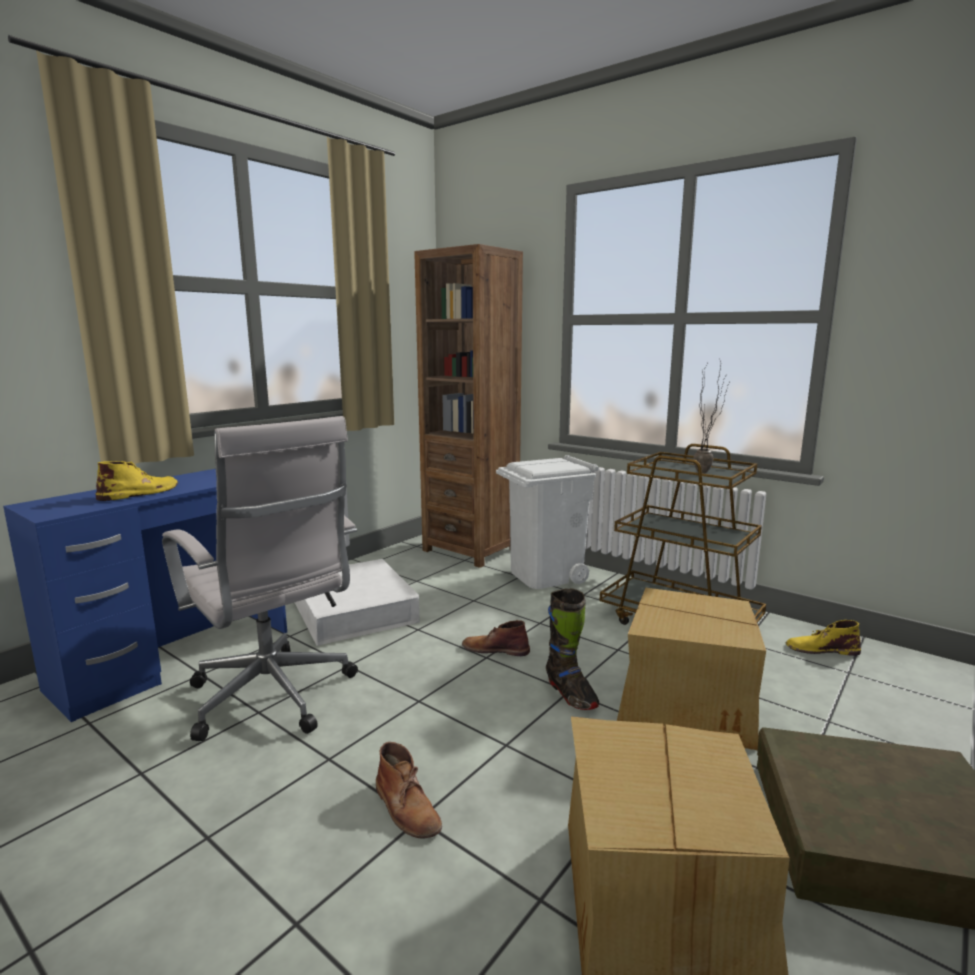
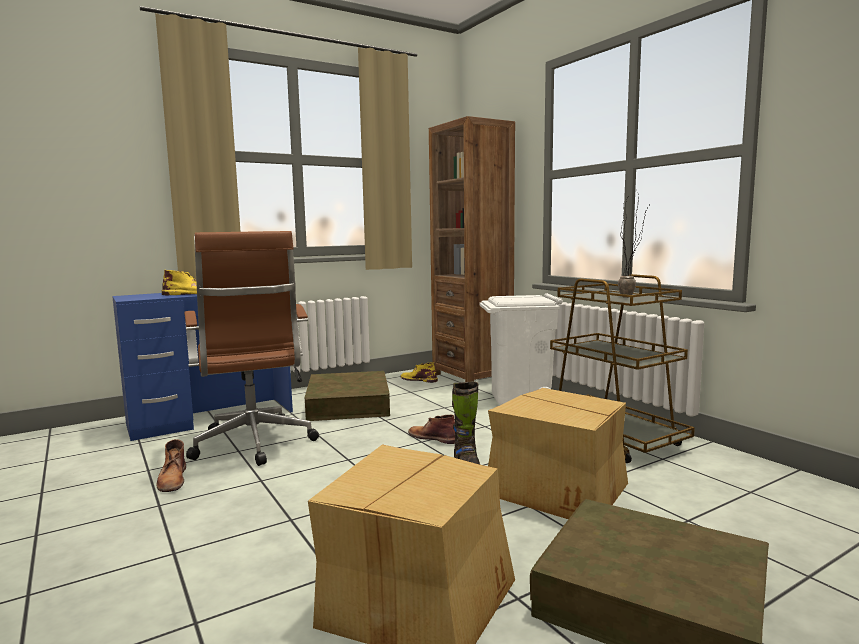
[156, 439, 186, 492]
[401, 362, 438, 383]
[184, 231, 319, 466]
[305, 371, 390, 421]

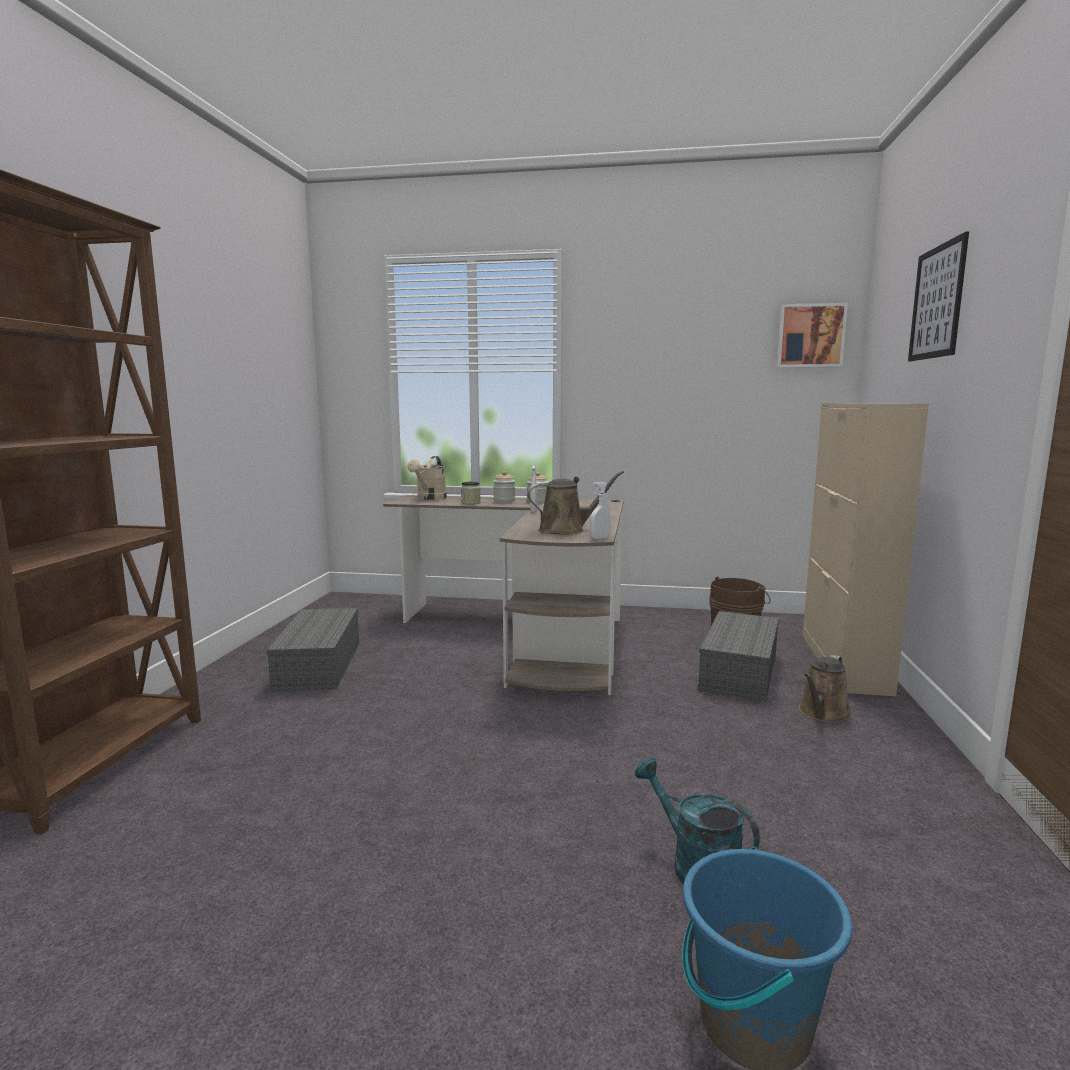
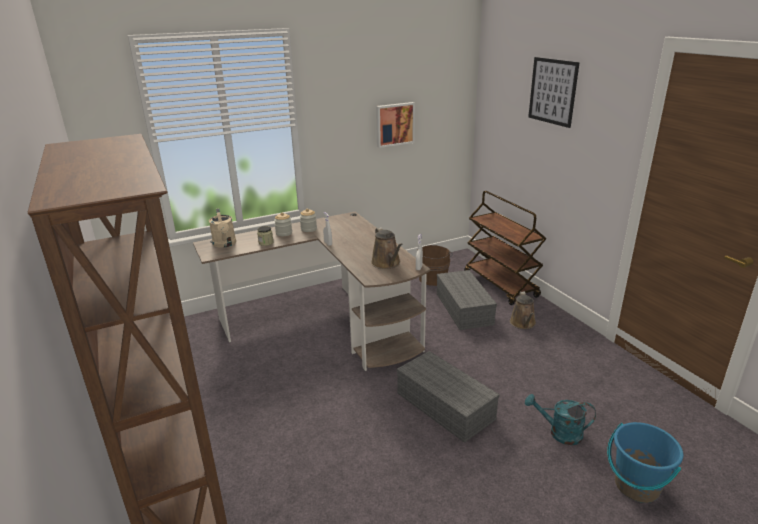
[396, 351, 500, 443]
[376, 102, 415, 148]
[464, 191, 547, 305]
[371, 227, 403, 269]

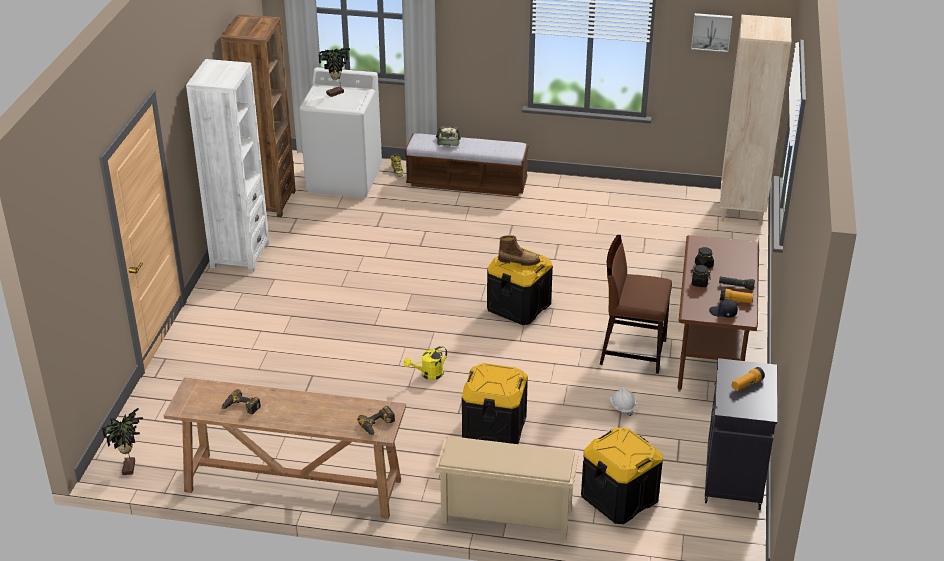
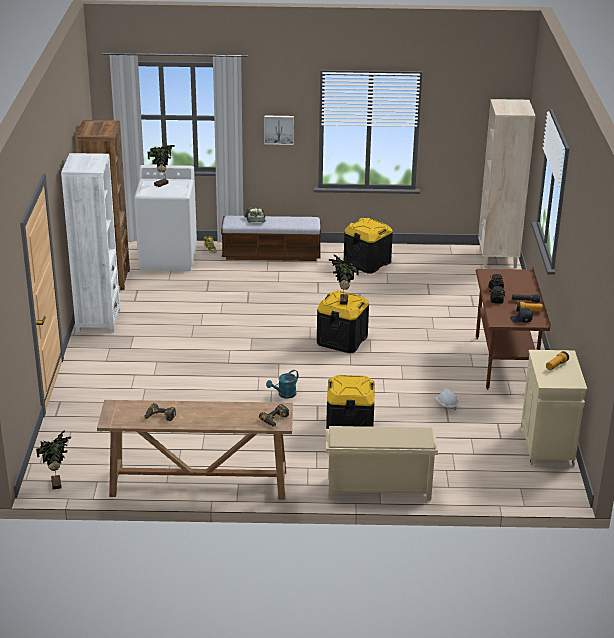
[599, 235, 672, 374] (first image)
[344, 218, 393, 273]
[264, 116, 294, 145]
[329, 255, 359, 305]
[266, 370, 299, 399]
[521, 350, 587, 466]

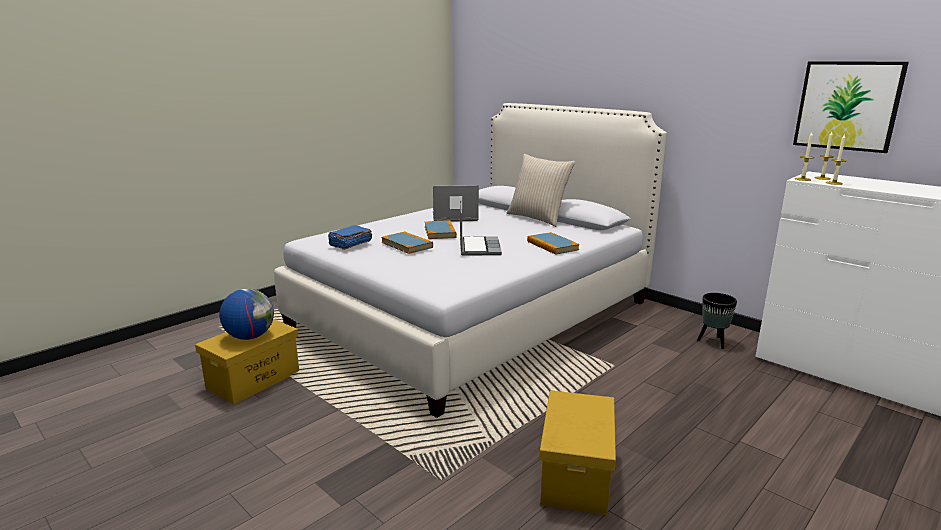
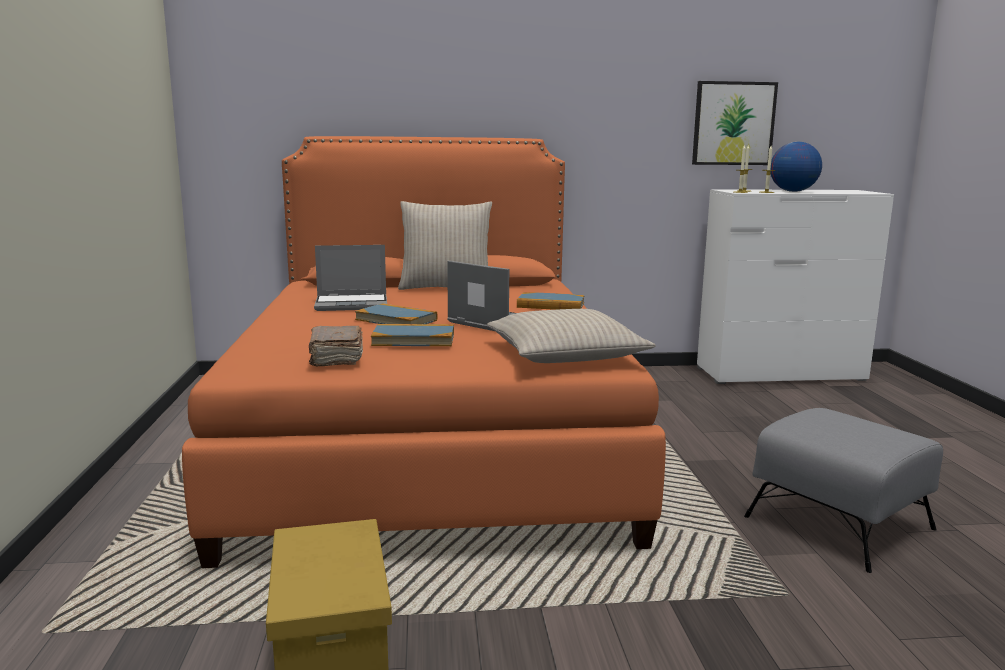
[697, 293, 737, 349] (first image)
[487, 309, 656, 363]
[770, 142, 822, 192]
[744, 408, 943, 573]
[182, 136, 666, 568]
[309, 326, 363, 367]
[314, 245, 387, 311]

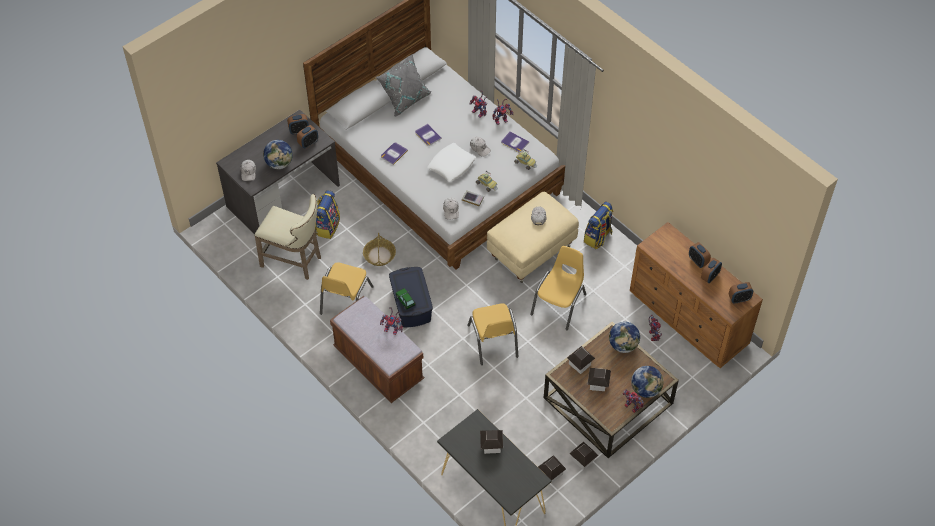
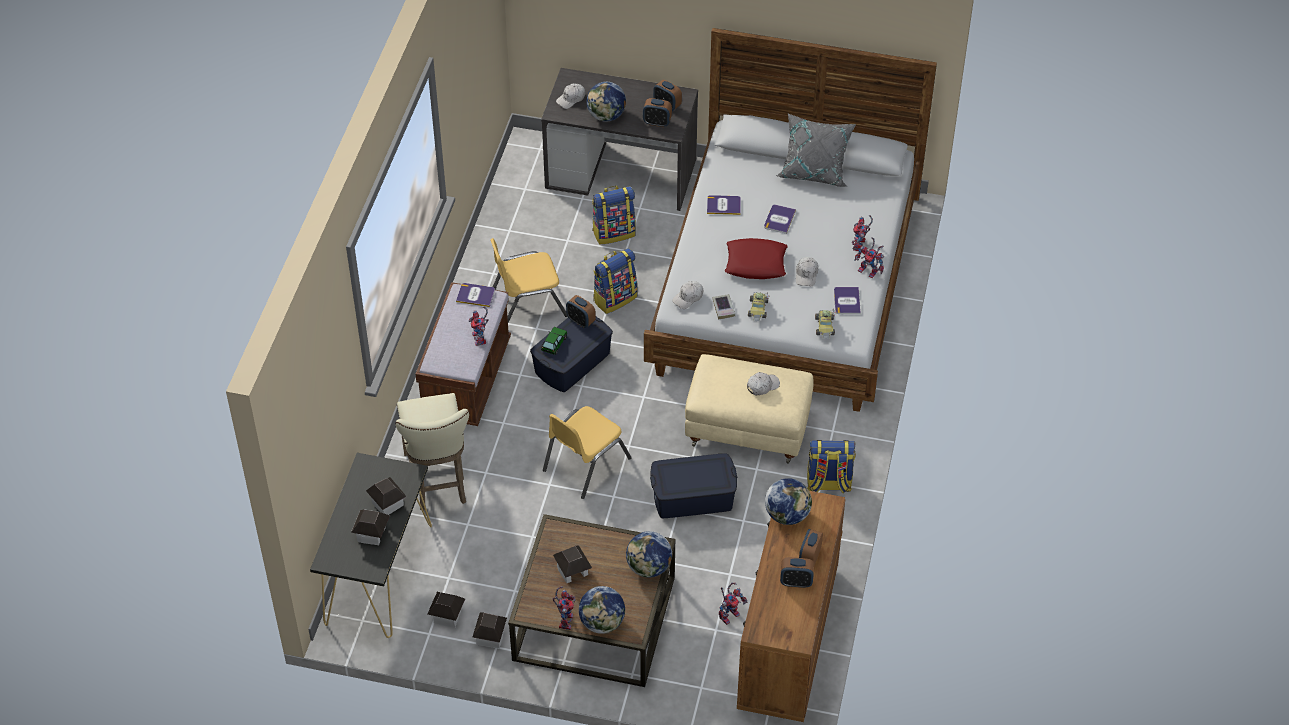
[456, 283, 495, 307]
[765, 478, 812, 525]
[395, 393, 469, 510]
[351, 509, 390, 545]
[566, 295, 596, 328]
[593, 248, 638, 314]
[650, 453, 737, 518]
[725, 238, 788, 279]

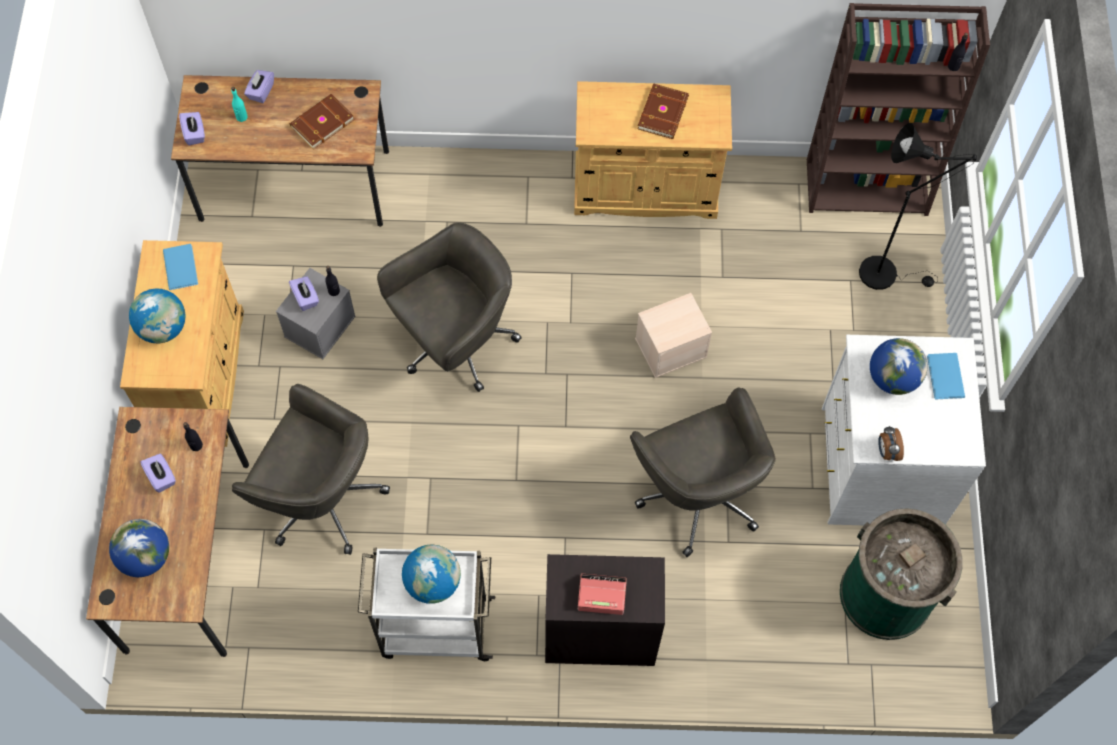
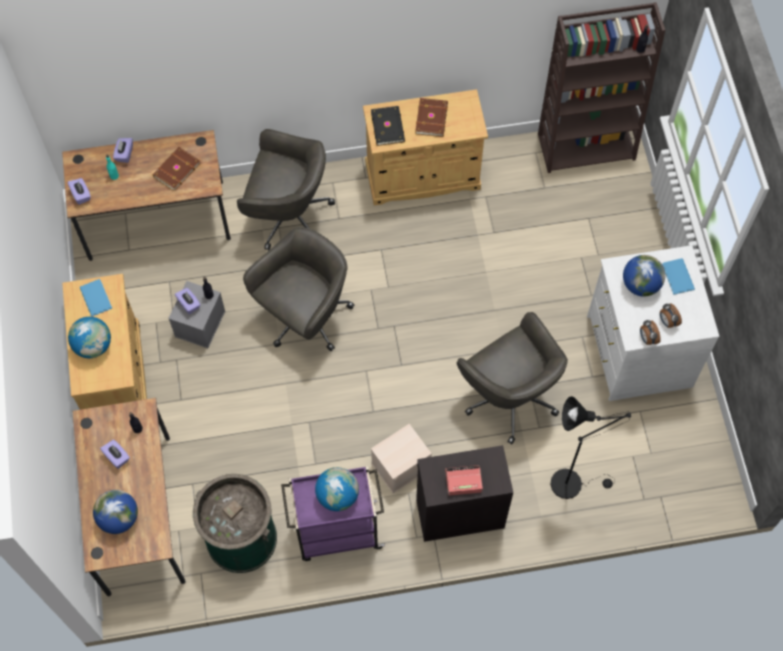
[371, 106, 405, 146]
[660, 303, 682, 328]
[237, 129, 335, 250]
[371, 424, 432, 494]
[193, 474, 277, 573]
[550, 396, 631, 499]
[281, 466, 385, 561]

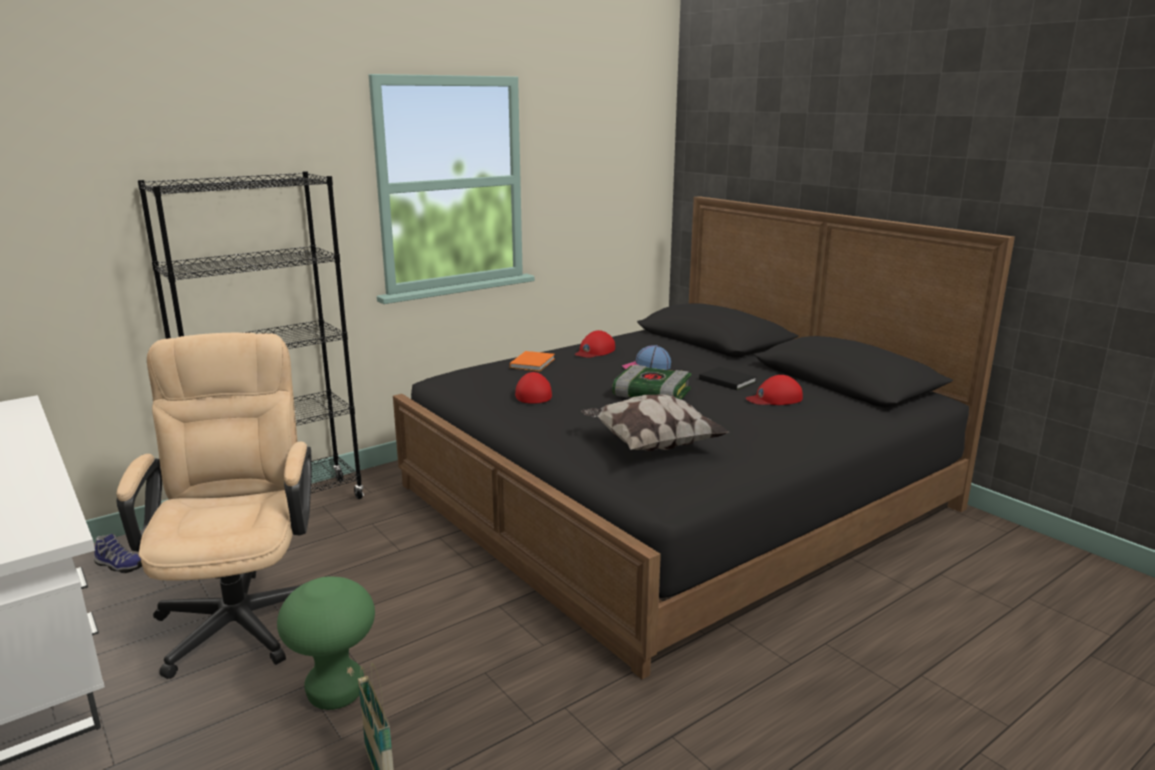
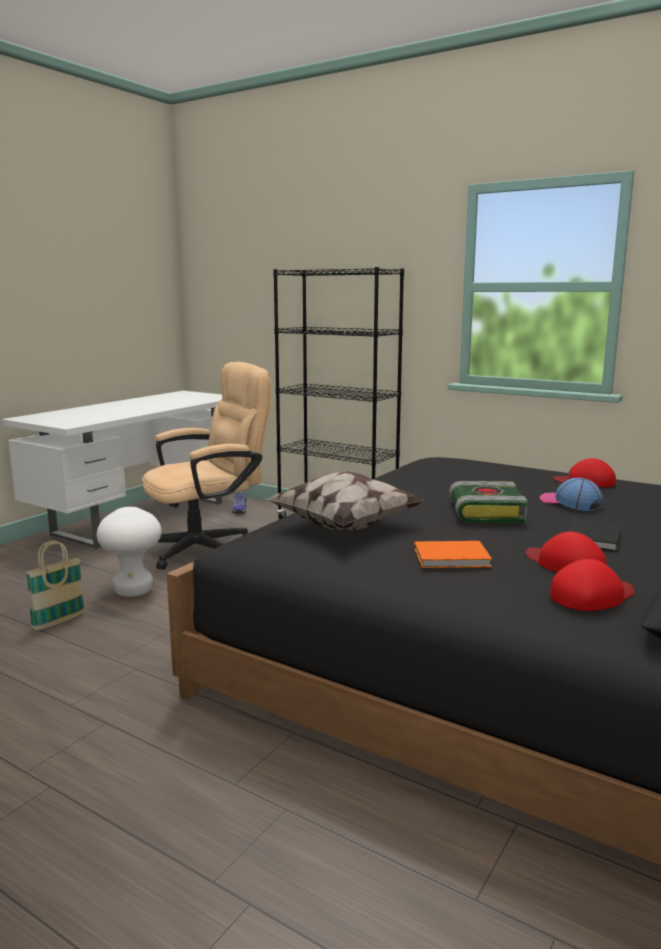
[414, 541, 492, 568]
[550, 559, 635, 611]
[97, 507, 162, 597]

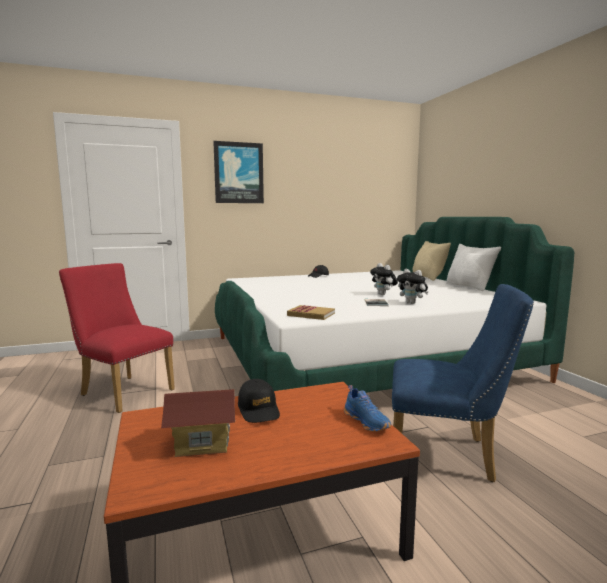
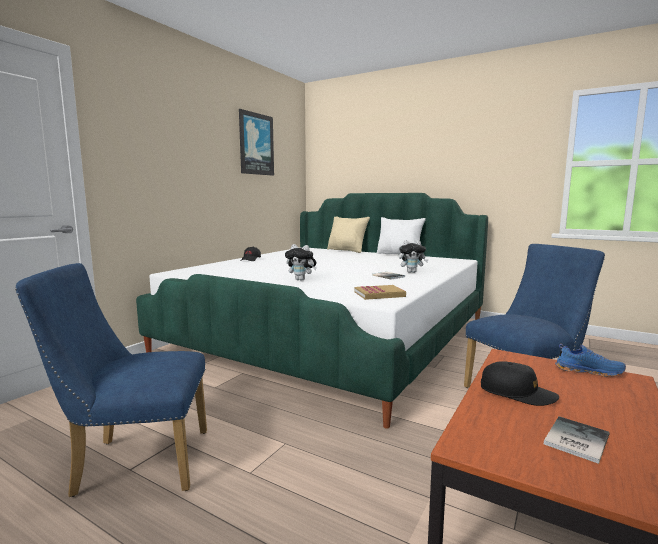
[239, 109, 274, 176]
[285, 244, 317, 281]
[544, 416, 609, 464]
[15, 263, 207, 497]

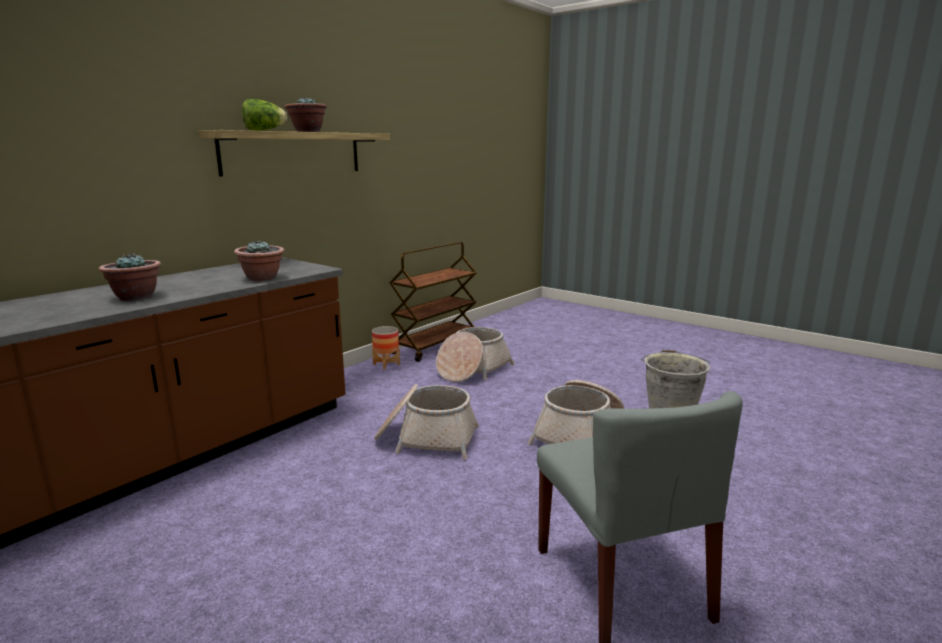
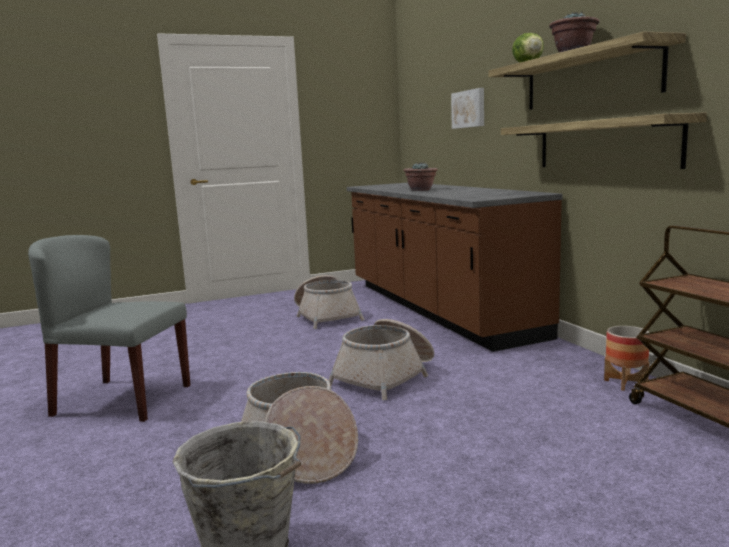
[234, 240, 285, 281] (first image)
[451, 88, 484, 129]
[501, 112, 707, 169]
[294, 275, 365, 329]

